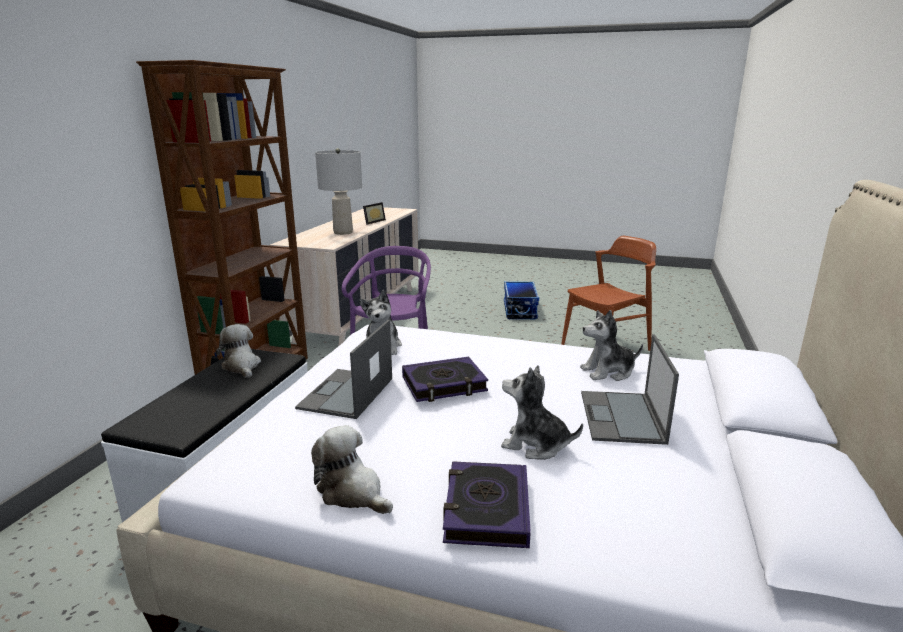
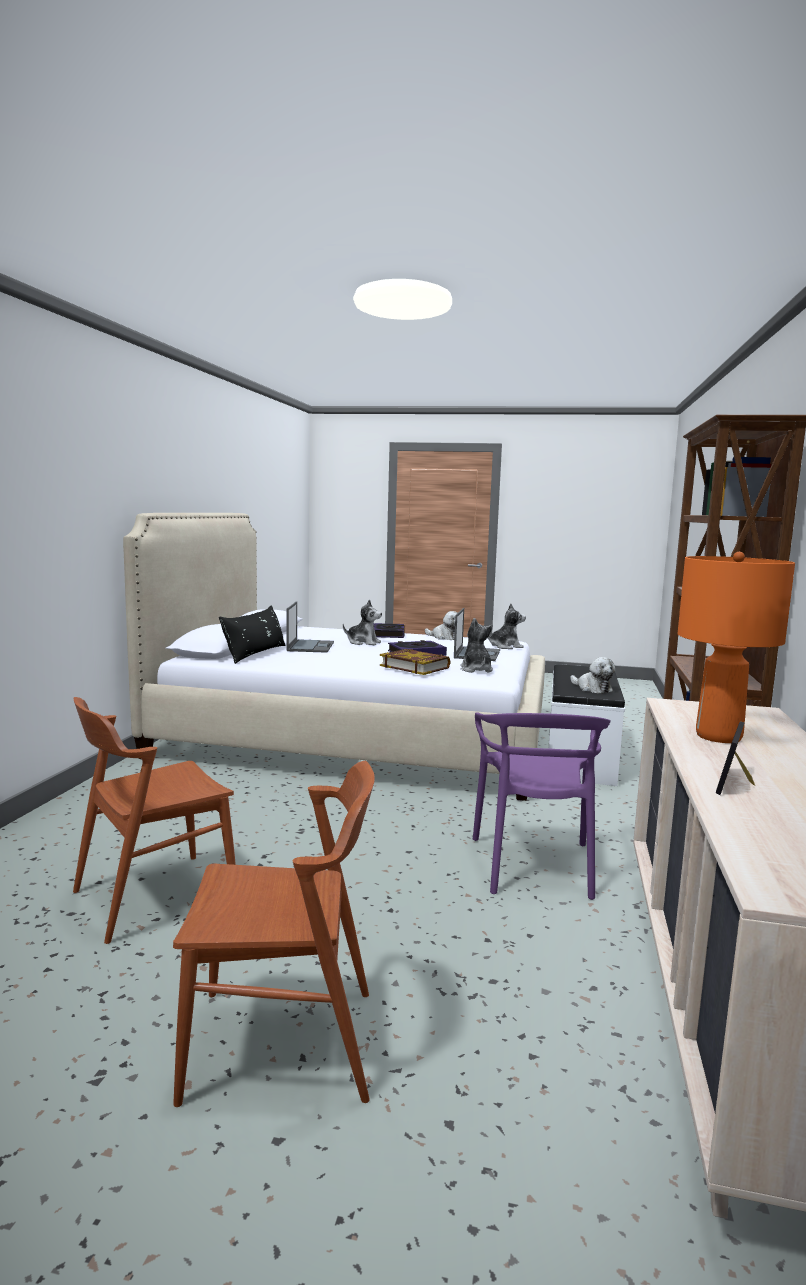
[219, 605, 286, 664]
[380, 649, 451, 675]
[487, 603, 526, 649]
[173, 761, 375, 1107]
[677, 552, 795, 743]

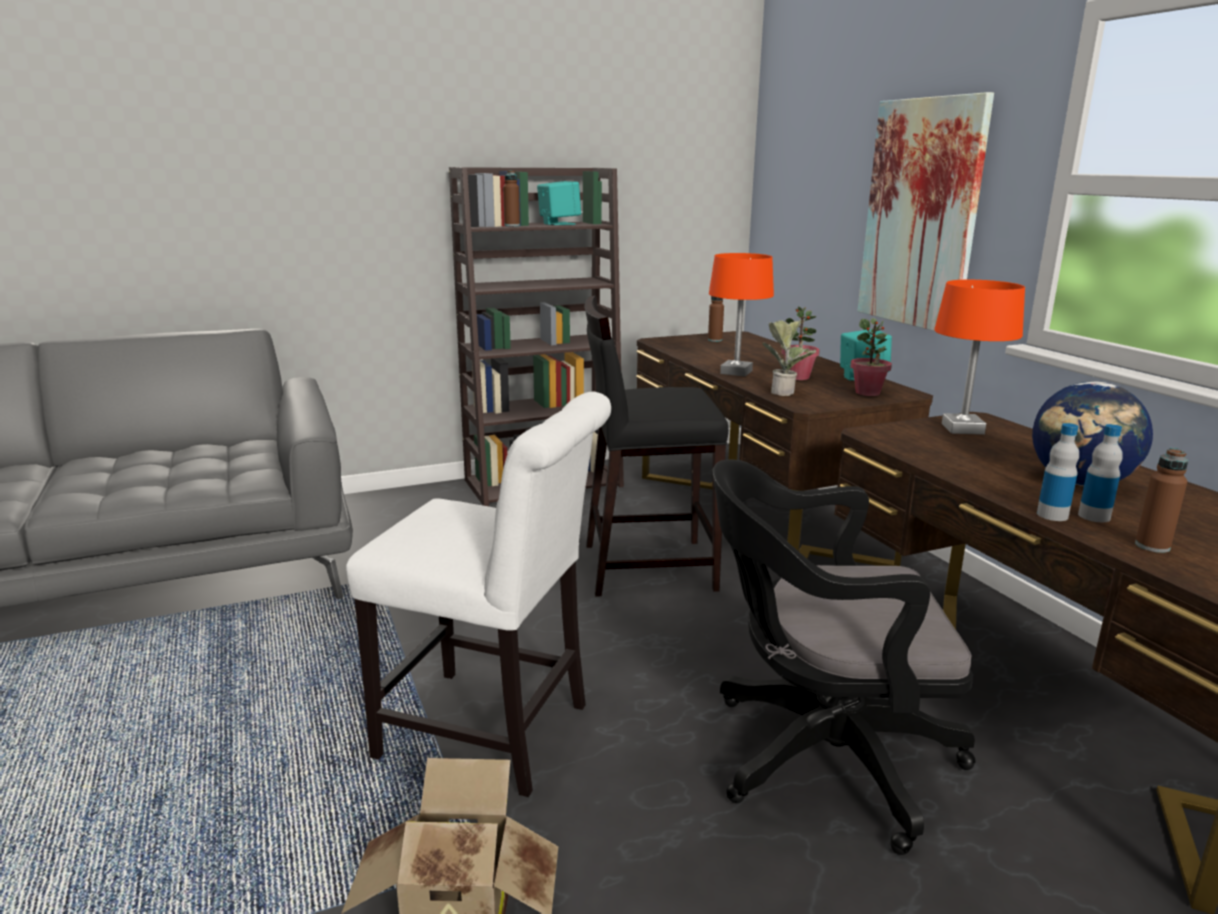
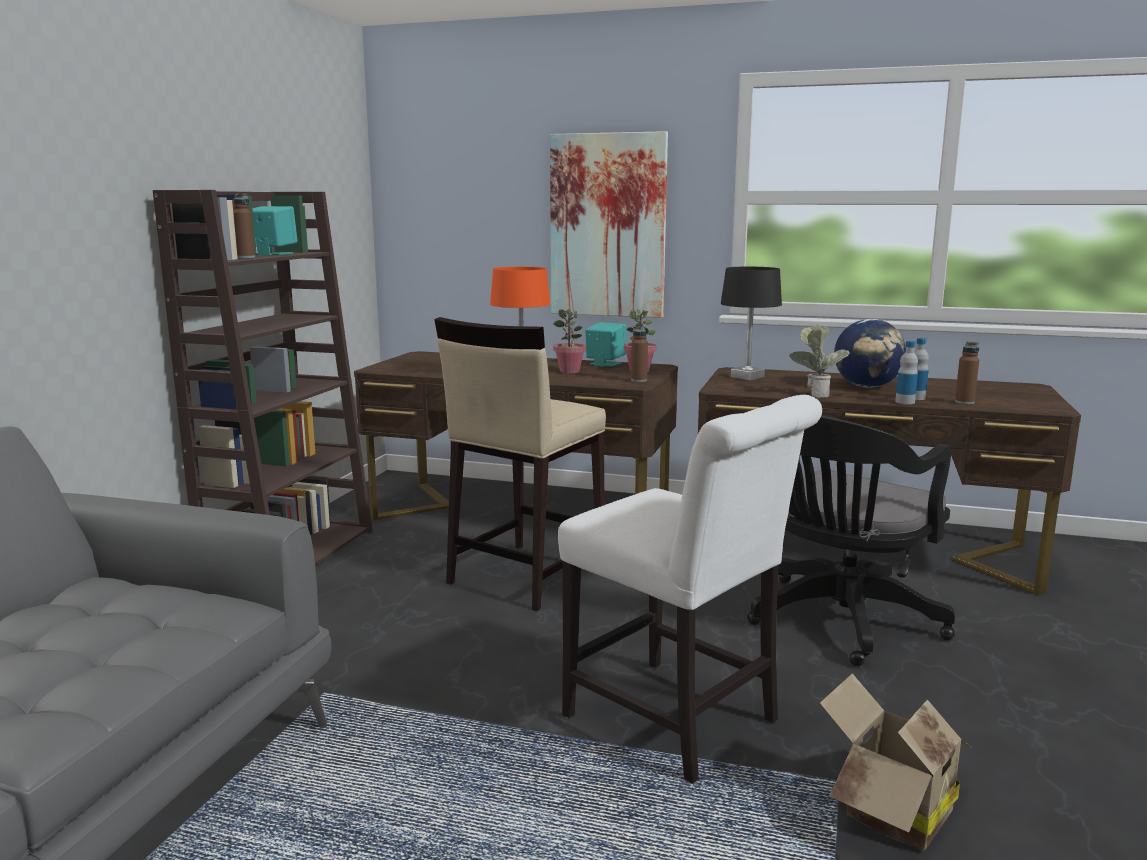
[631, 326, 648, 382]
[789, 325, 849, 398]
[434, 317, 606, 611]
[721, 267, 782, 381]
[558, 395, 822, 784]

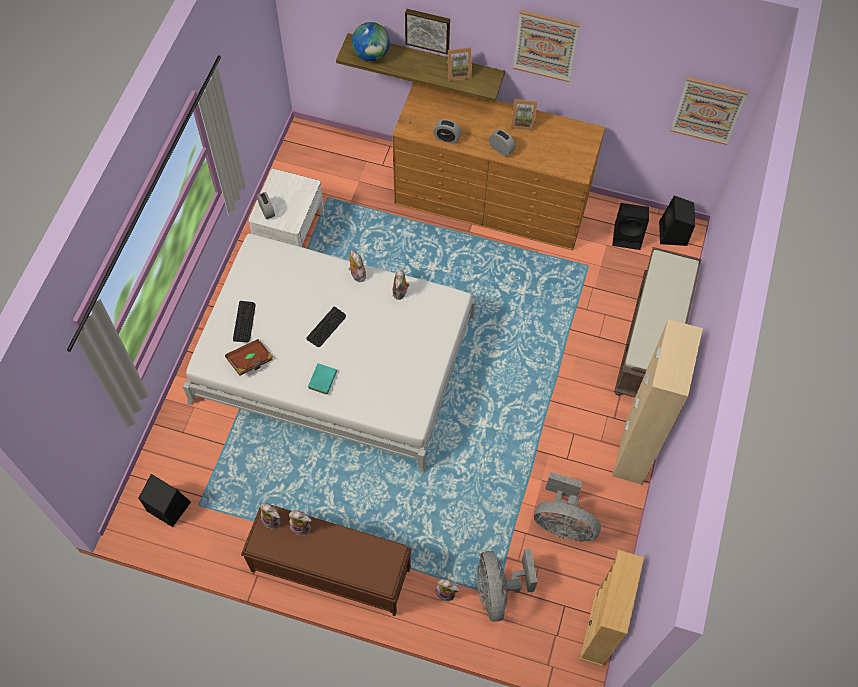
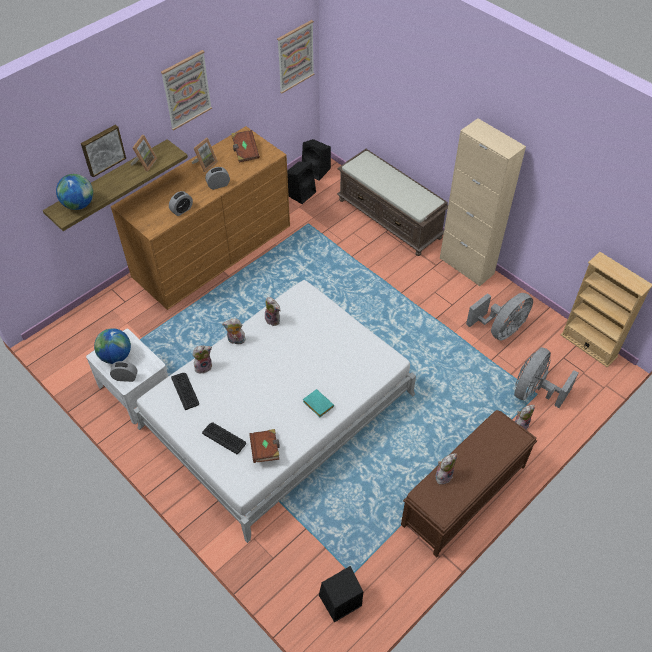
[94, 328, 131, 364]
[231, 130, 260, 163]
[193, 345, 212, 373]
[171, 373, 199, 410]
[514, 347, 578, 408]

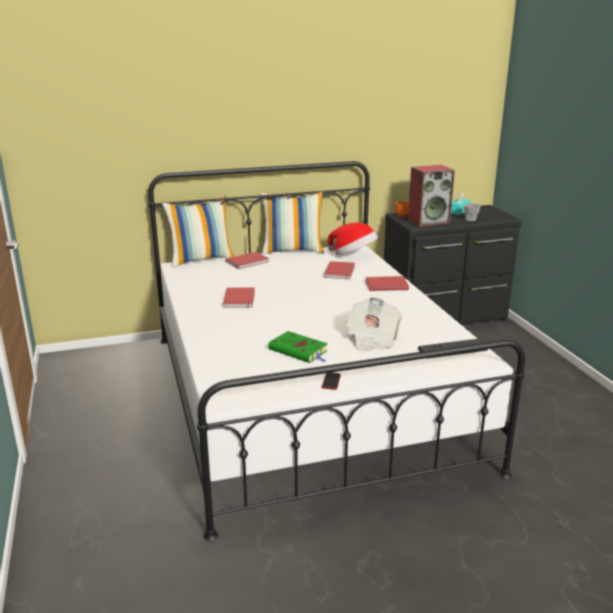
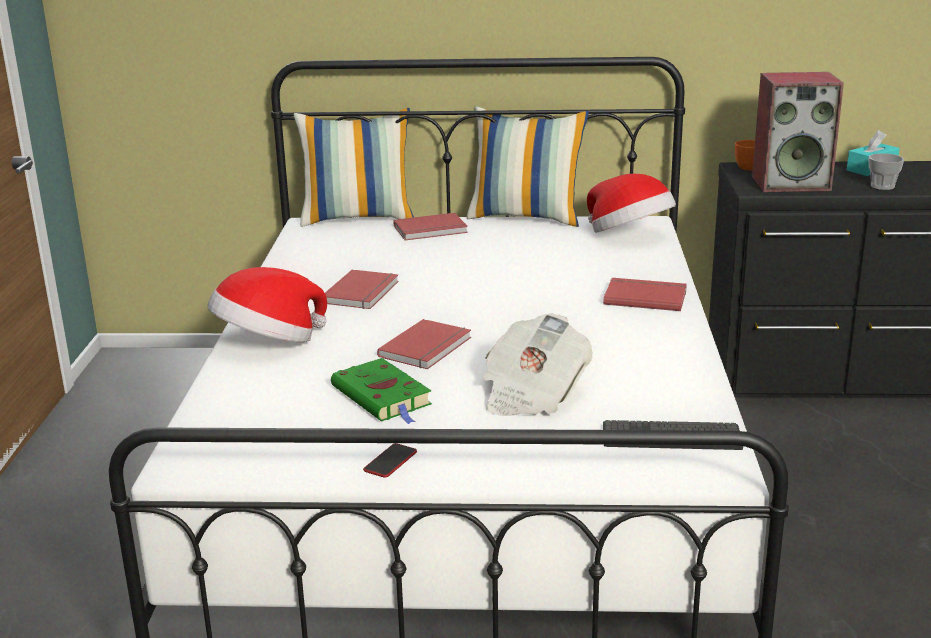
[207, 267, 327, 342]
[377, 319, 471, 369]

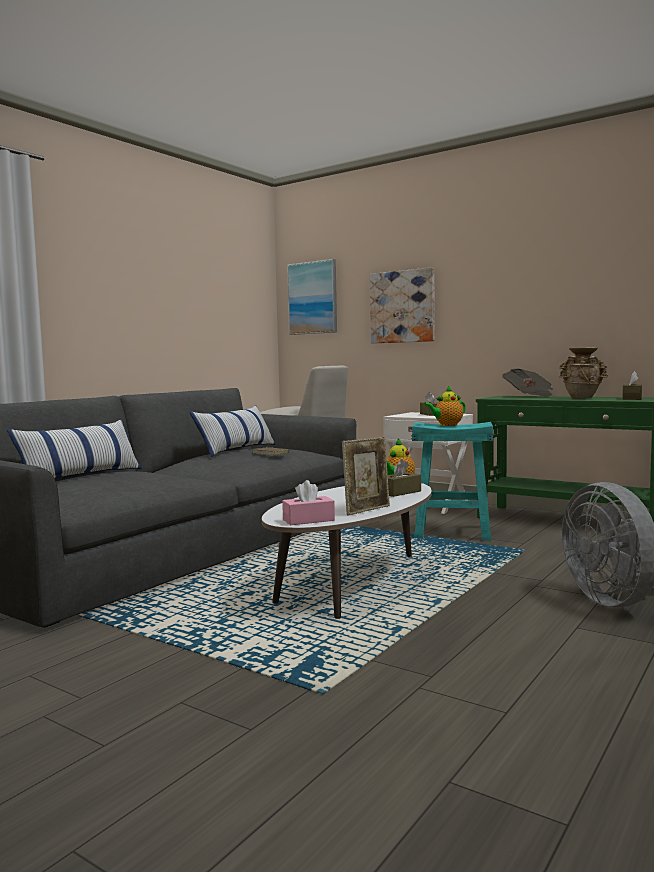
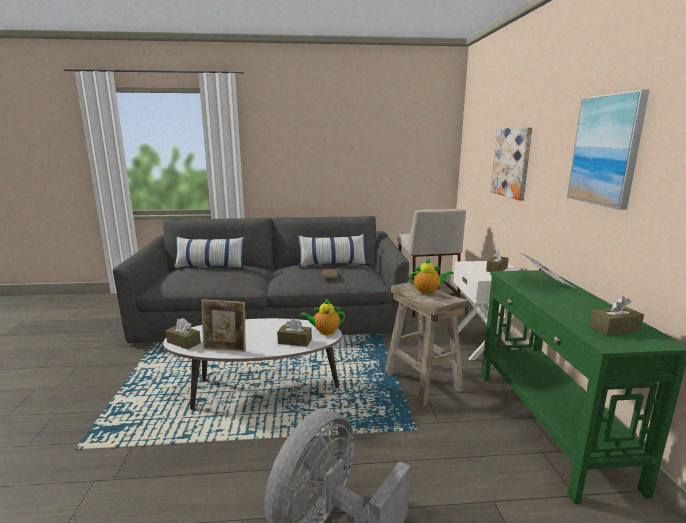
[559, 347, 608, 398] (first image)
[567, 89, 650, 210]
[166, 318, 201, 350]
[385, 281, 468, 406]
[409, 258, 454, 294]

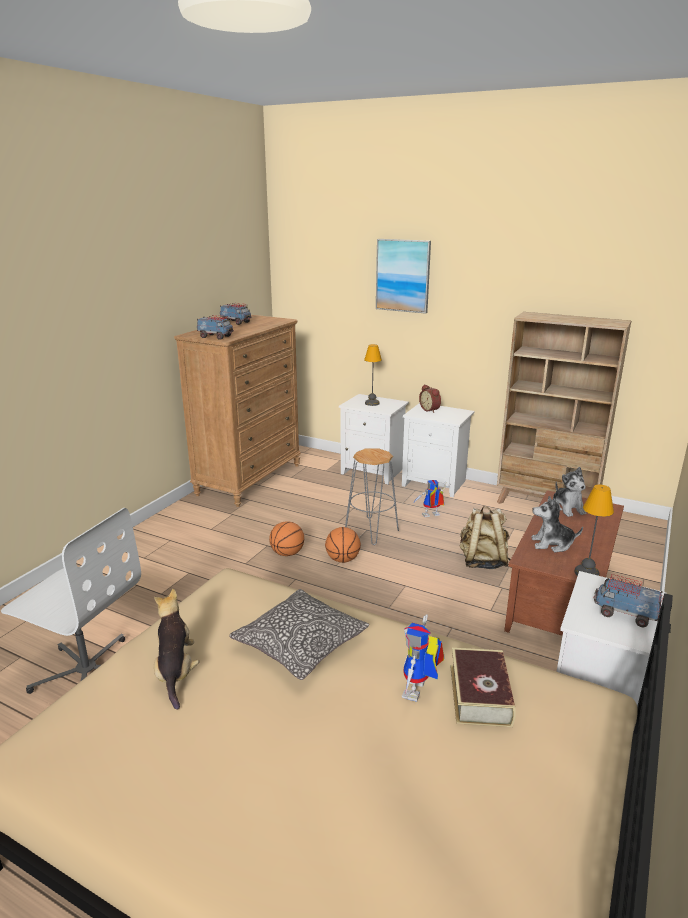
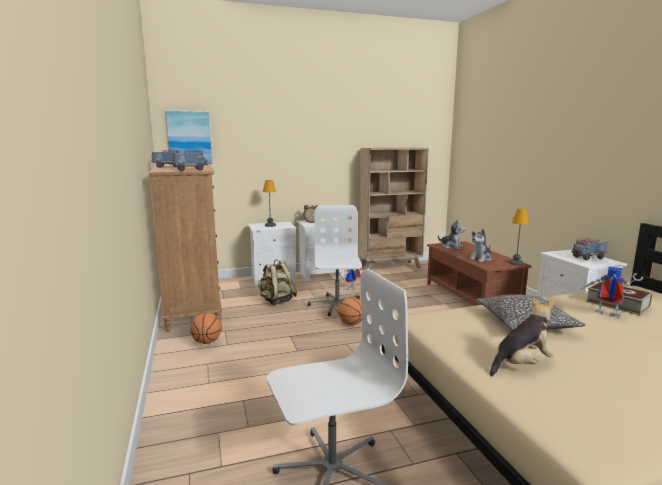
[190, 313, 222, 344]
[165, 110, 213, 165]
[258, 260, 297, 305]
[308, 205, 362, 316]
[490, 297, 554, 377]
[582, 267, 643, 317]

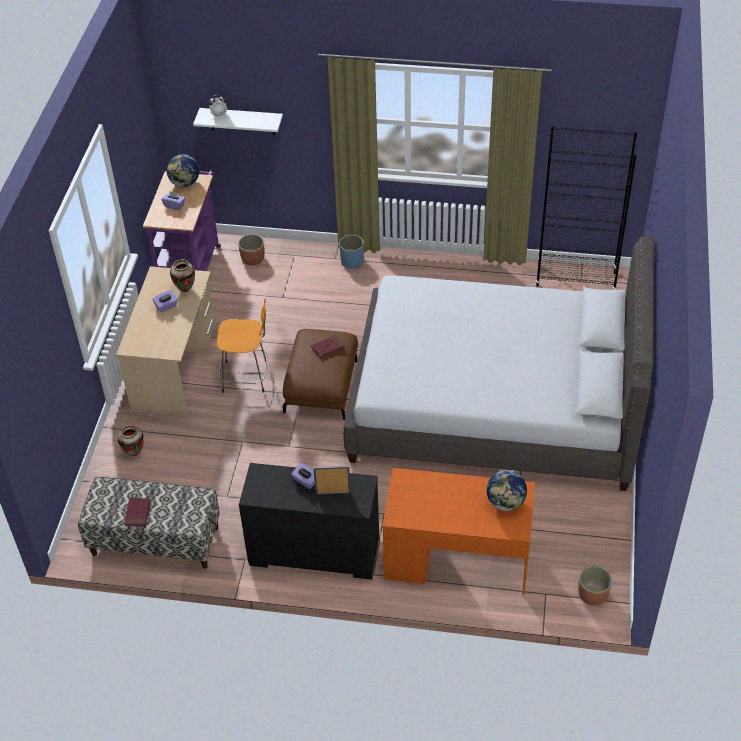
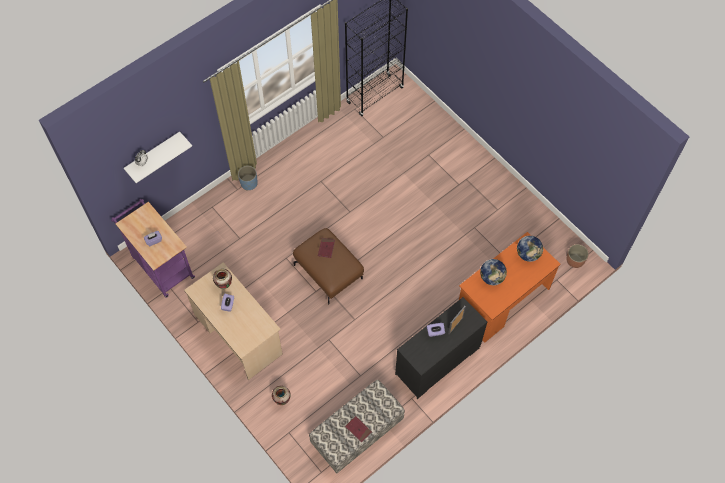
[217, 299, 267, 393] (first image)
[238, 234, 265, 265] (first image)
[343, 237, 654, 491] (first image)
[480, 259, 507, 285]

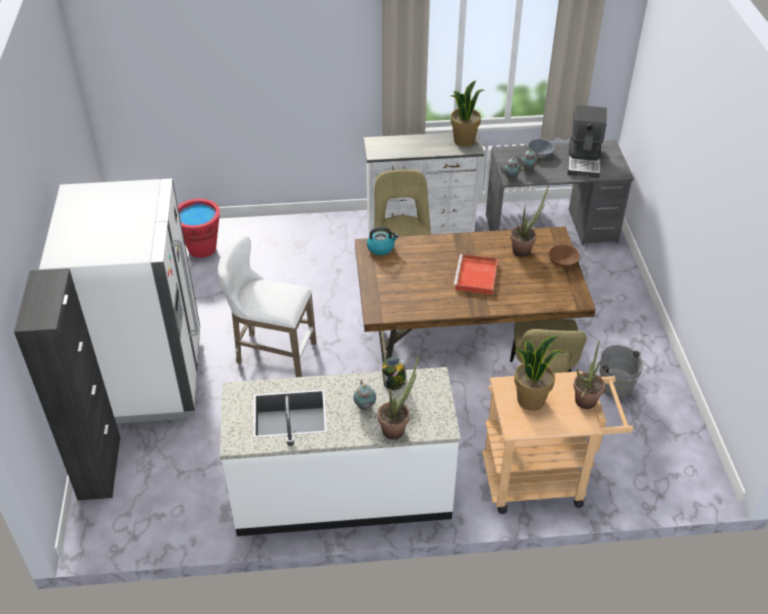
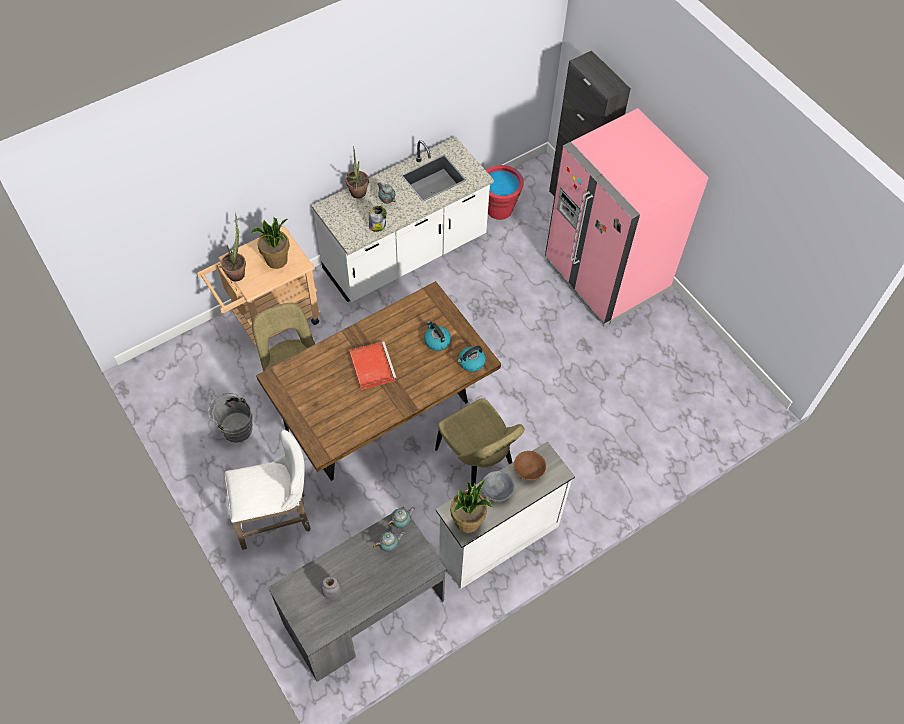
[510, 185, 549, 257] (first image)
[424, 321, 451, 351]
[486, 165, 524, 220]
[225, 430, 311, 550]
[482, 471, 514, 501]
[514, 451, 546, 481]
[321, 577, 342, 600]
[545, 108, 709, 326]

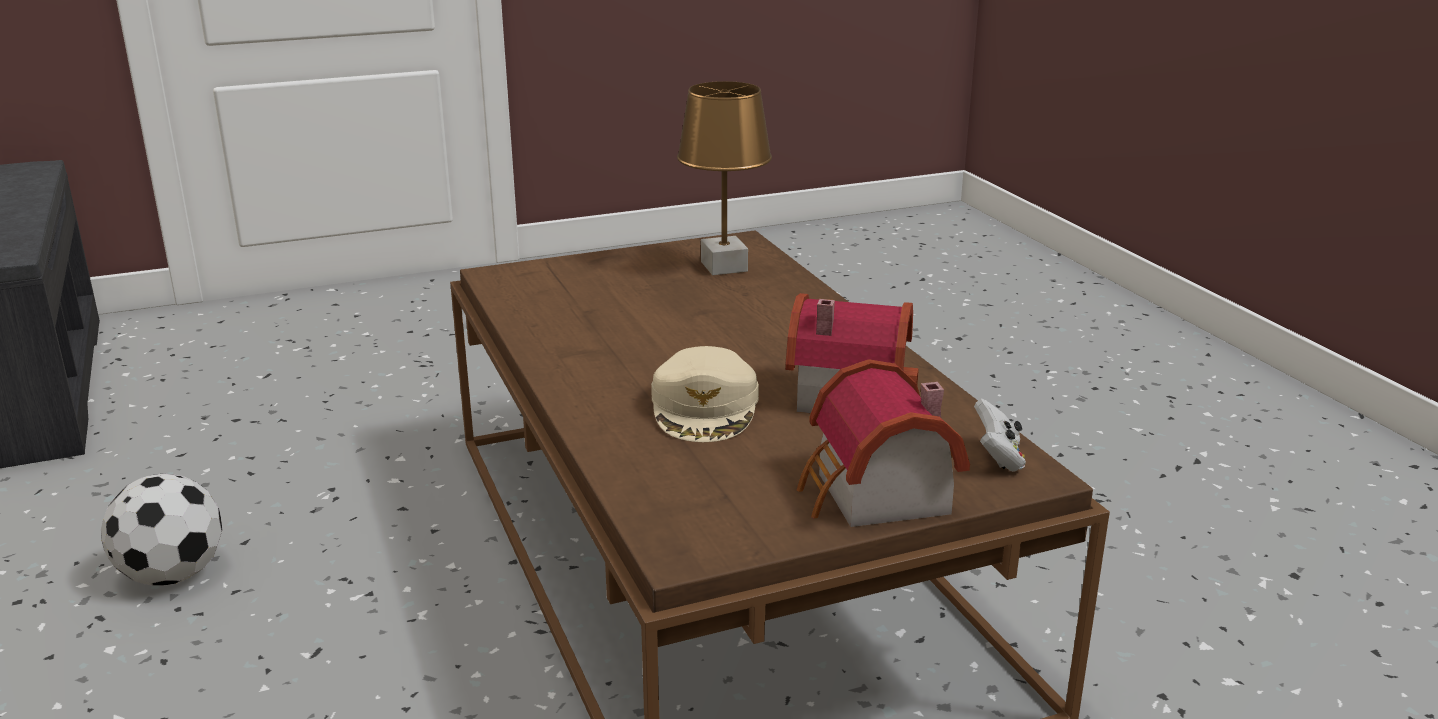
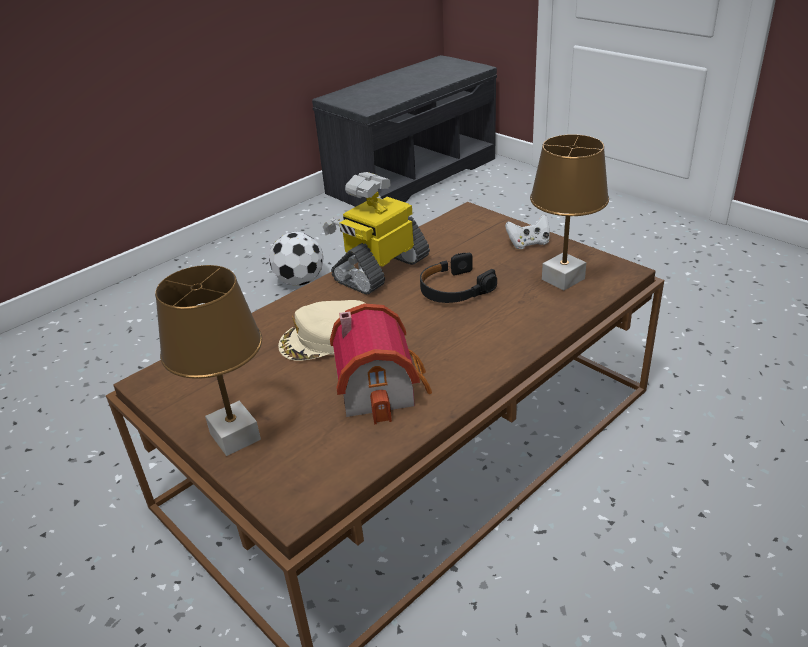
[323, 172, 430, 294]
[420, 253, 497, 303]
[505, 215, 550, 249]
[155, 265, 262, 456]

